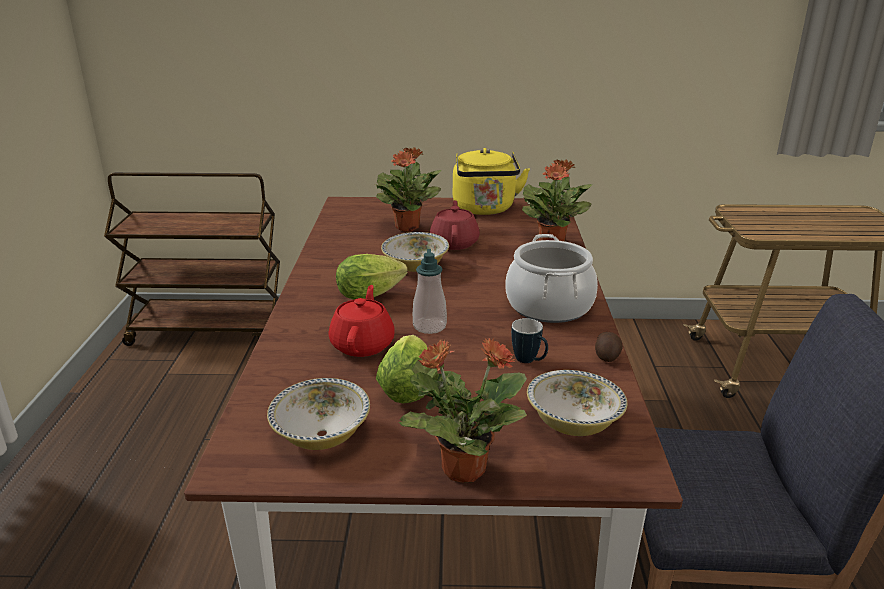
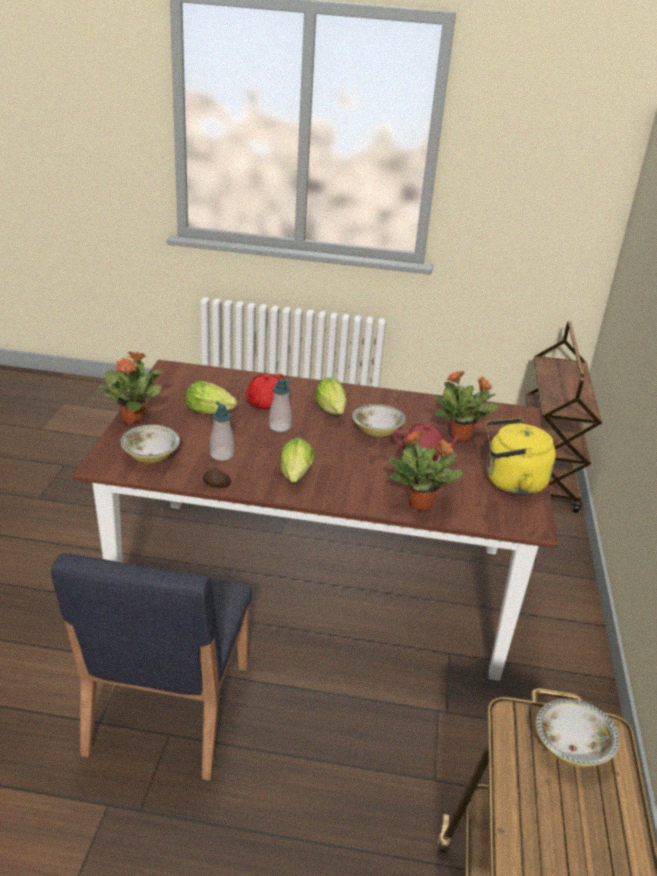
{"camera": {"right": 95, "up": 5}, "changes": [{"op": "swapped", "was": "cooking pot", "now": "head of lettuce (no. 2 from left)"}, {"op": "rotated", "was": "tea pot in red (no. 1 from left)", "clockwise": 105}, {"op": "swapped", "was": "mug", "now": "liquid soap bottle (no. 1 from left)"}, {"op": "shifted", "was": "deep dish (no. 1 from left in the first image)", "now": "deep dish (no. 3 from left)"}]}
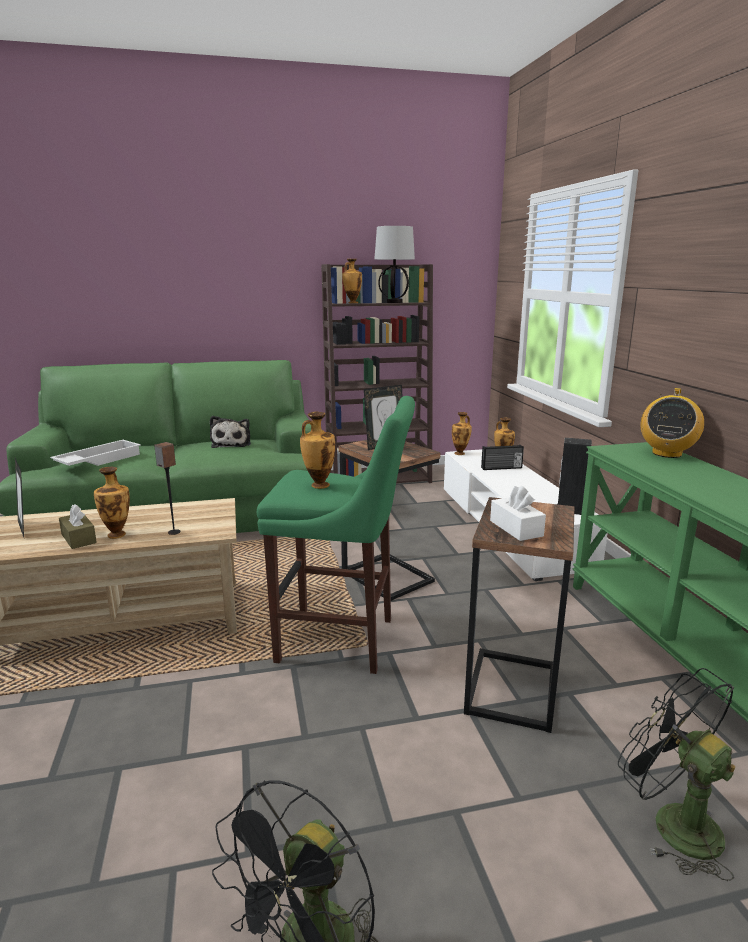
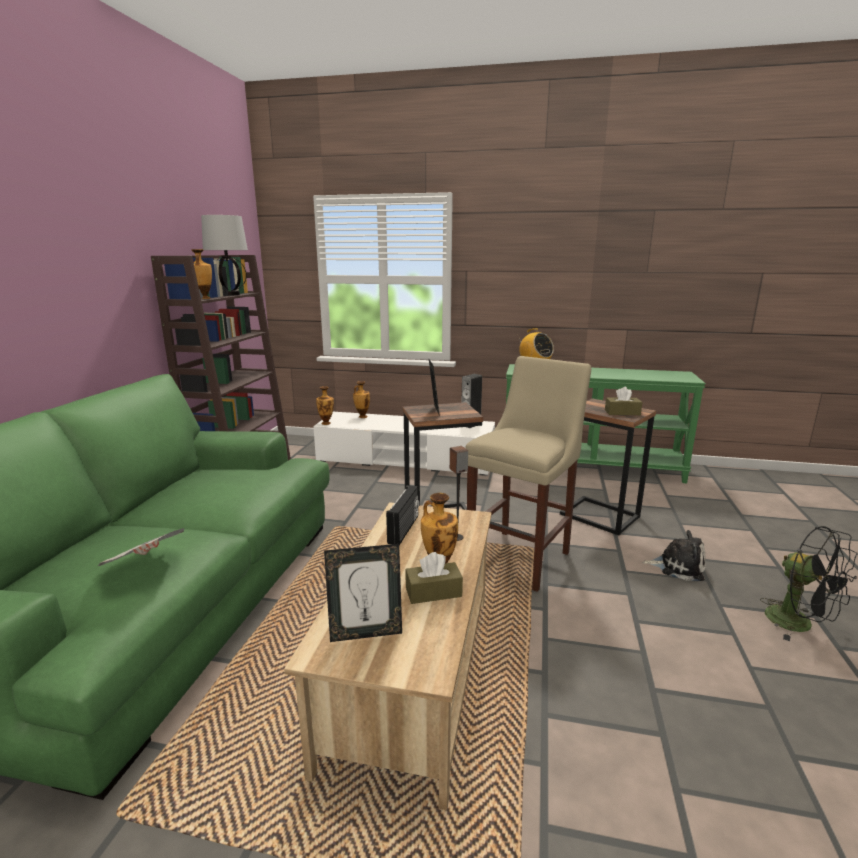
{"camera": {"right": -65, "up": 0}, "changes": [{"op": "repainted", "was": "stool seat in greenish", "now": "stool seat in beige"}, {"op": "gone", "was": "vase (no. 2 from left)"}, {"op": "shifted", "was": "plush toy"}, {"op": "swapped", "was": "carrying tray in white-coloured", "now": "newspaper"}, {"op": "shifted", "was": "radio receiver (no. 1 from left)"}, {"op": "repainted", "was": "box of tissues in white-coloured", "now": "box of tissues in brownish (no. 2 from left)"}, {"op": "gone", "was": "electric fan in black-coloured (no. 2 from left)"}]}
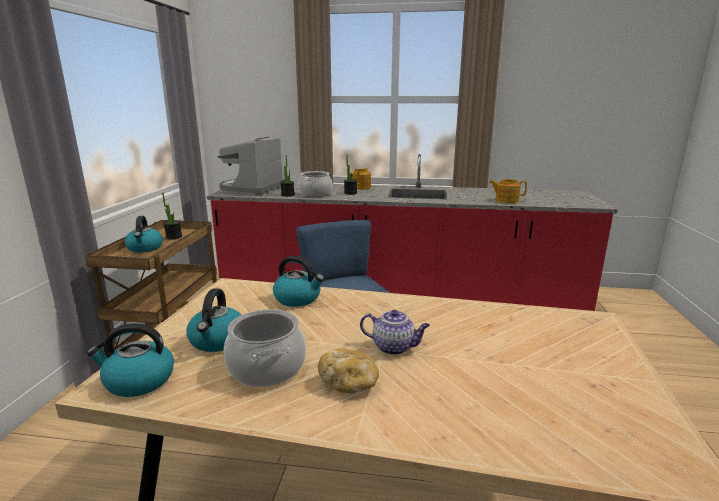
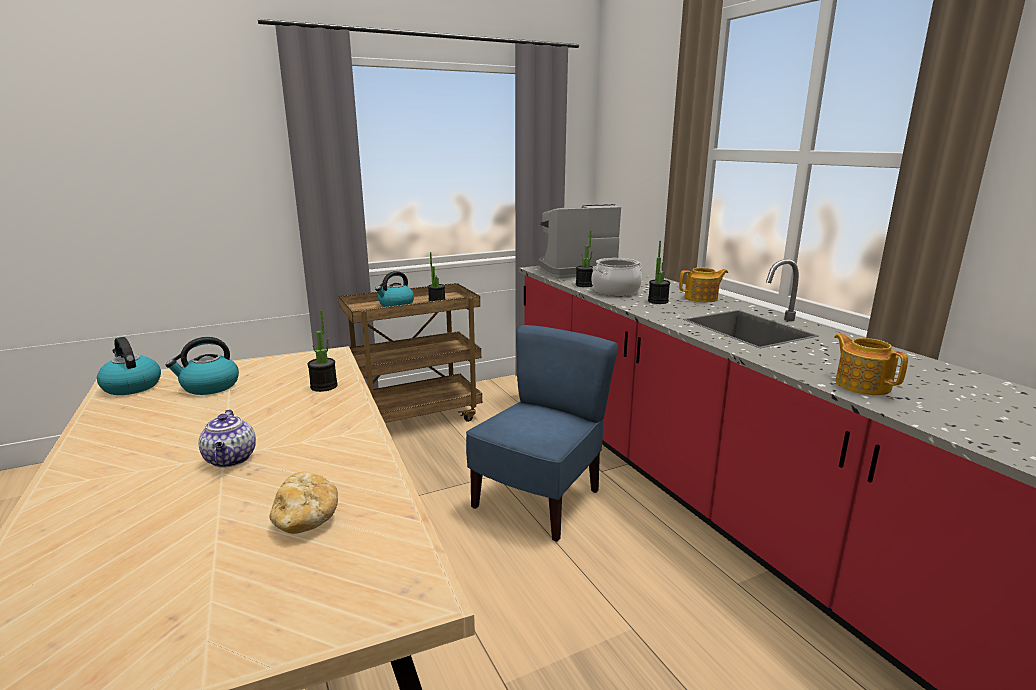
{"camera": {"right": 55, "up": 0}, "changes": [{"op": "swapped", "was": "kettle (no. 4 from left)", "now": "houseplant (no. 1 from left)"}, {"op": "gone", "was": "cooking pot (no. 1 from left)"}, {"op": "shifted", "was": "baked bread"}]}
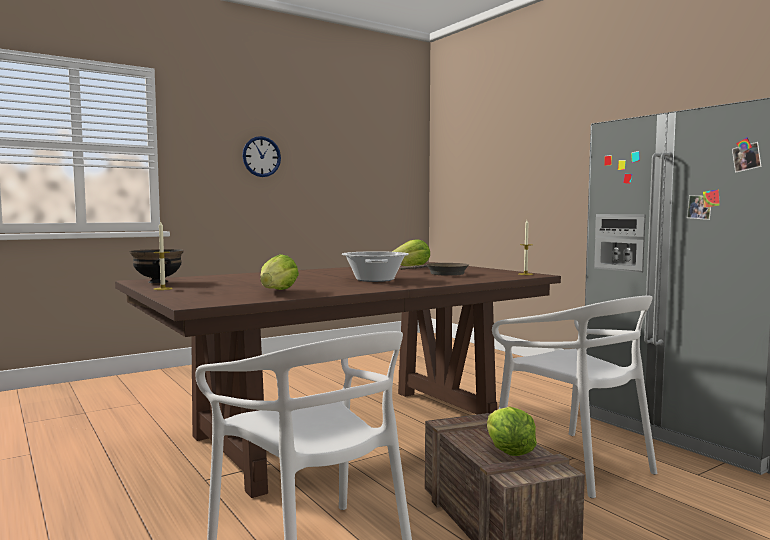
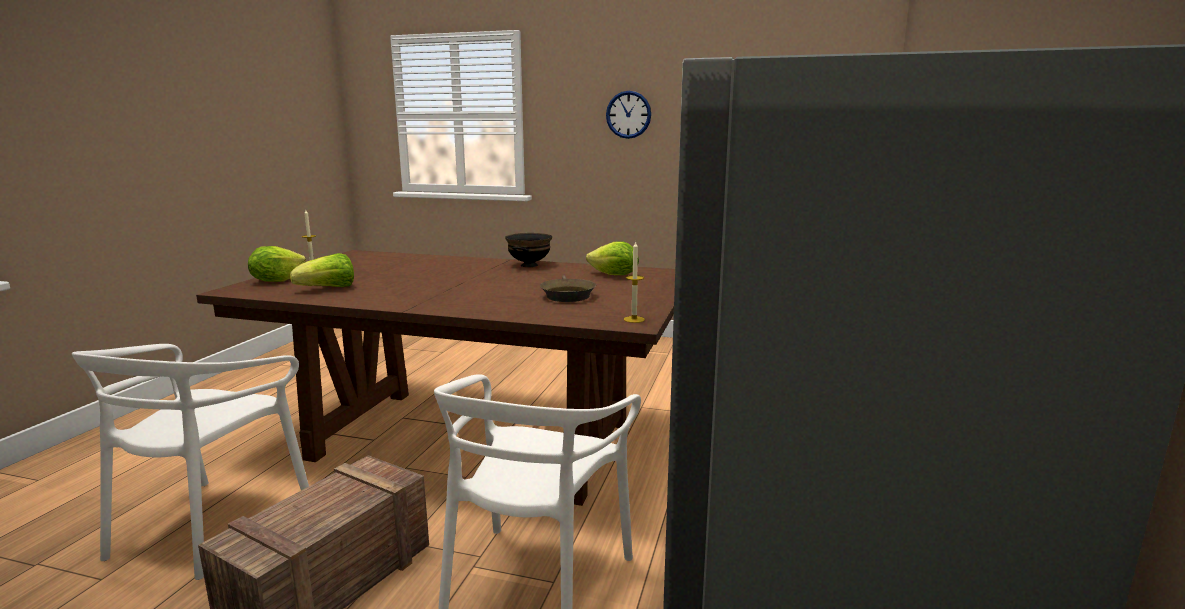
{"camera": {"right": 50, "up": 10}, "changes": [{"op": "shifted", "was": "deep dish in black-coloured"}, {"op": "gone", "was": "cooking pot"}, {"op": "shifted", "was": "head of lettuce (no. 3 from left in the first image)", "now": "head of lettuce (no. 1 from left)"}]}
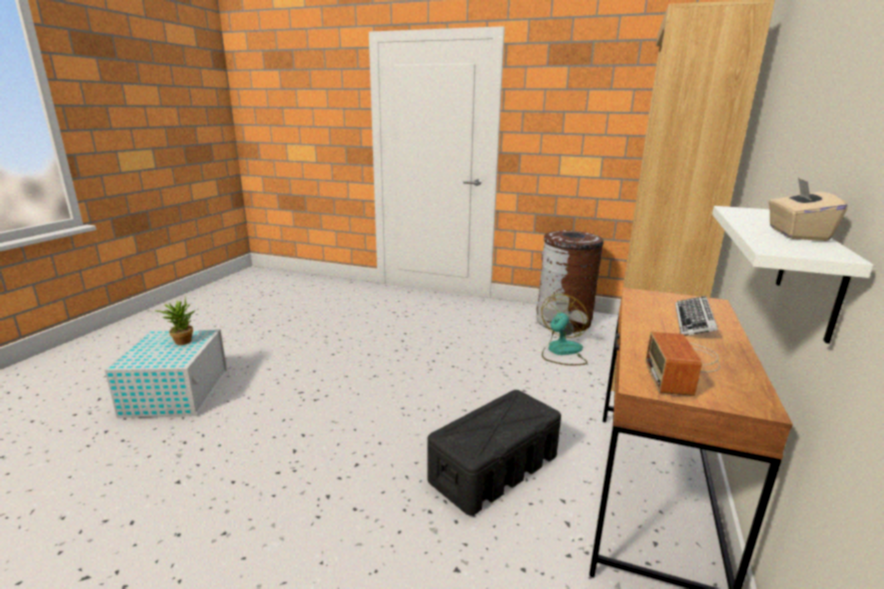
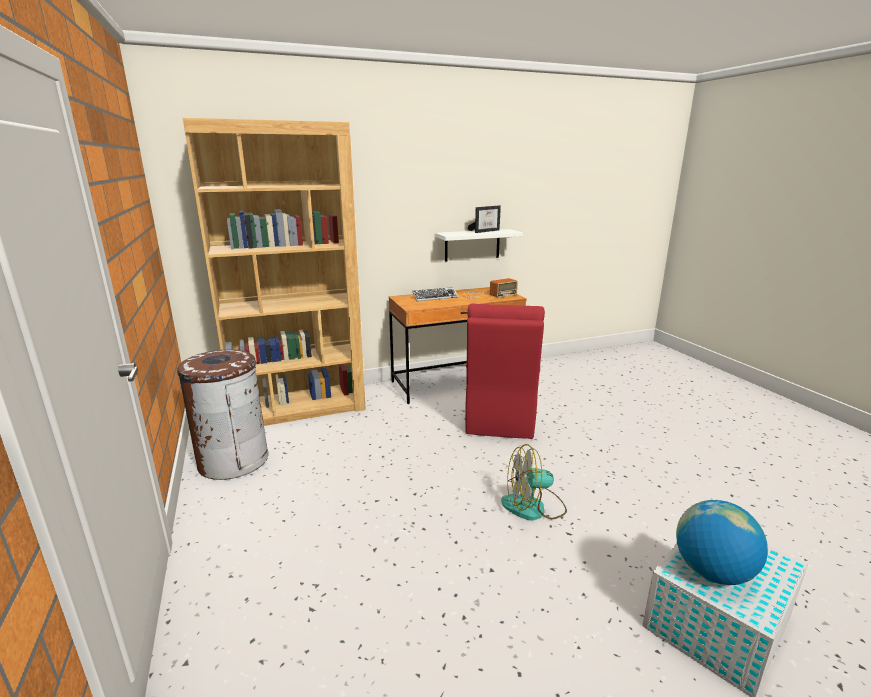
{"camera": {"right": -130, "up": 0}, "changes": [{"op": "swapped", "was": "box of tissues in beige", "now": "photo frame"}, {"op": "shifted", "was": "electric fan"}, {"op": "swapped", "was": "houseplant", "now": "globe"}, {"op": "swapped", "was": "storage container in black-coloured", "now": "chair in red"}]}
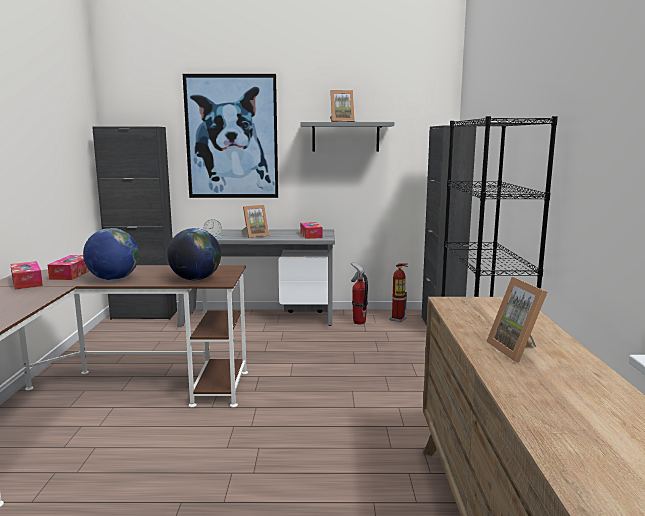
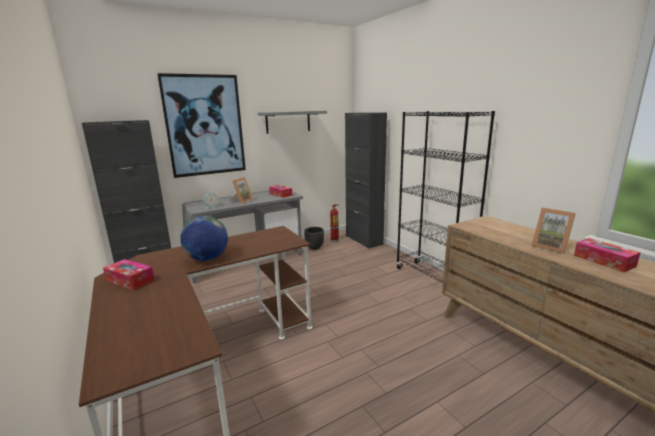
{"camera": {"right": -30, "up": 5}, "changes": [{"op": "gone", "was": "photo frame (no. 2 from left)"}, {"op": "gone", "was": "globe (no. 2 from left)"}, {"op": "shifted", "was": "box of tissues (no. 2 from left in the first image)", "now": "box of tissues (no. 3 from left)"}, {"op": "swapped", "was": "extinguisher (no. 1 from left)", "now": "planter in black-coloured"}]}
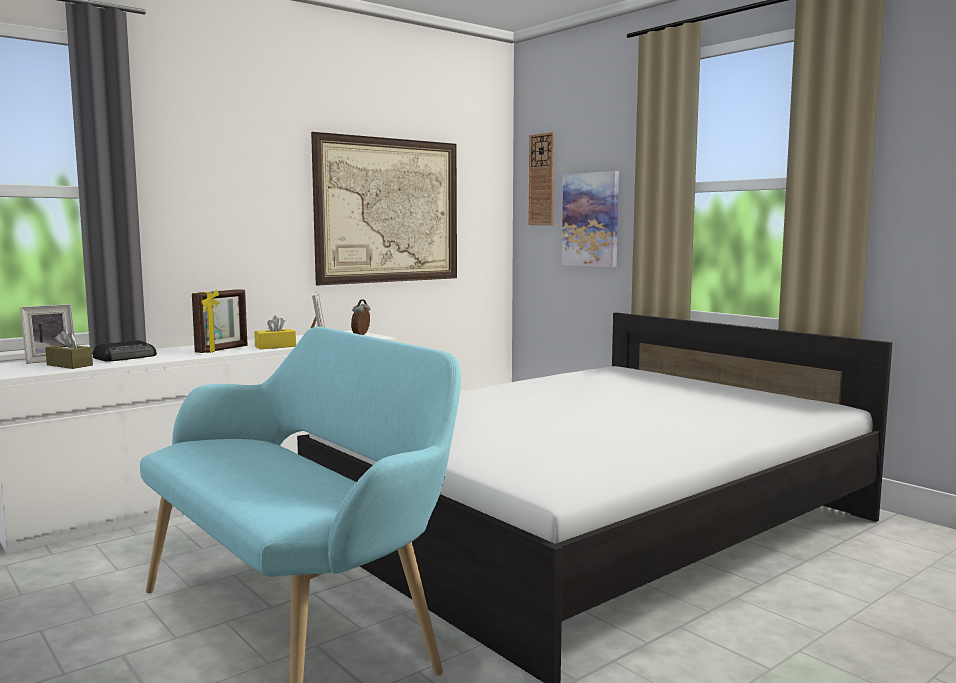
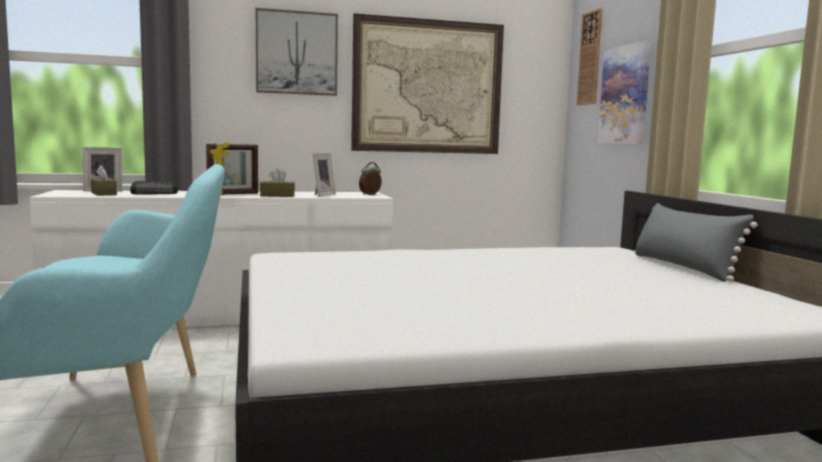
{"camera": {"right": 25, "up": 0}, "changes": [{"op": "repainted", "was": "box of tissues in yellow", "now": "box of tissues in brownish (no. 2 from left)"}, {"op": "new", "now": "picture (no. 1 from left)"}, {"op": "new", "now": "pillow in grey"}]}
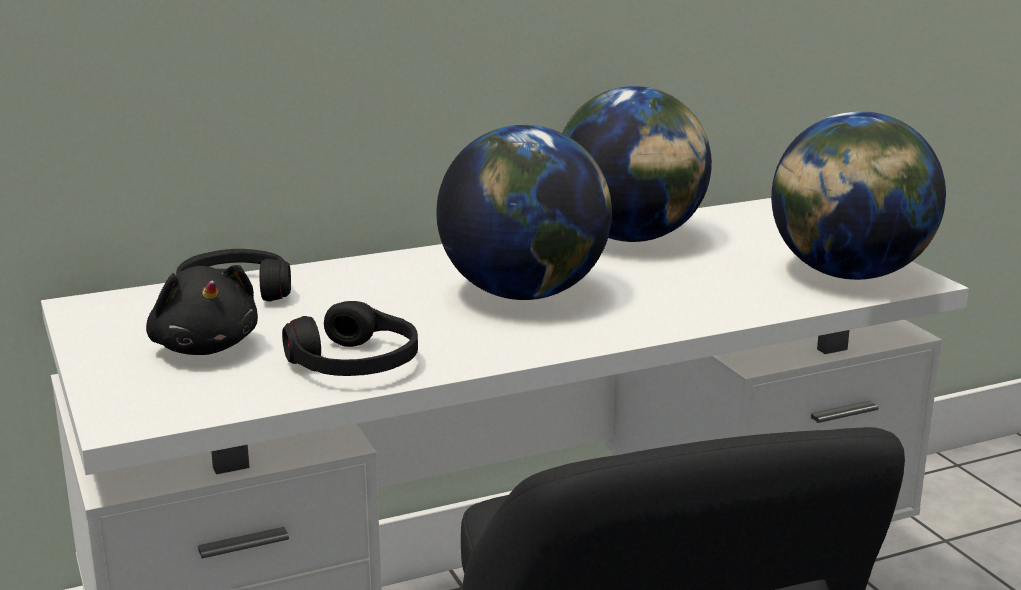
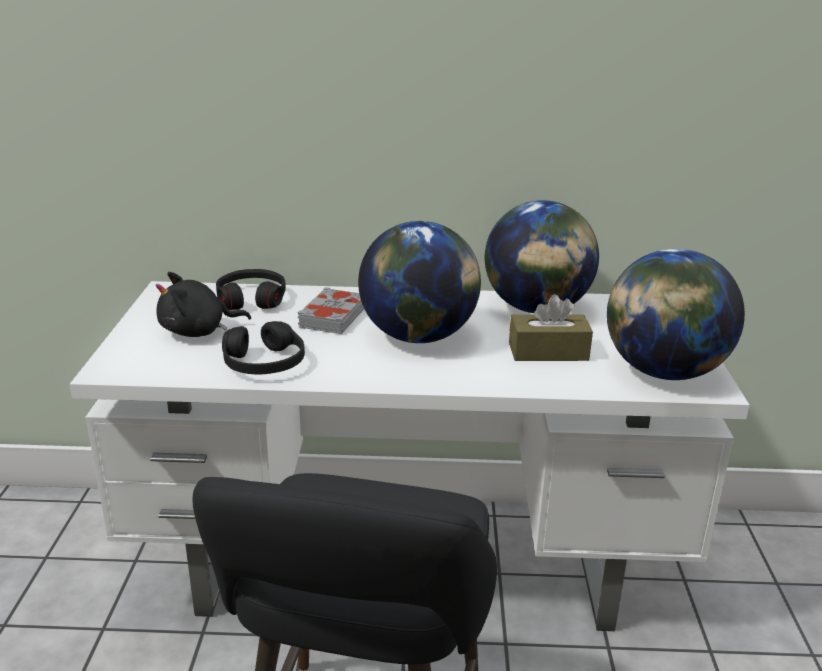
{"camera": {"right": 25, "up": 5}, "changes": [{"op": "rotated", "was": "plush toy in black-coloured", "clockwise": 75}, {"op": "new", "now": "book in grey"}, {"op": "new", "now": "box of tissues in brownish"}]}
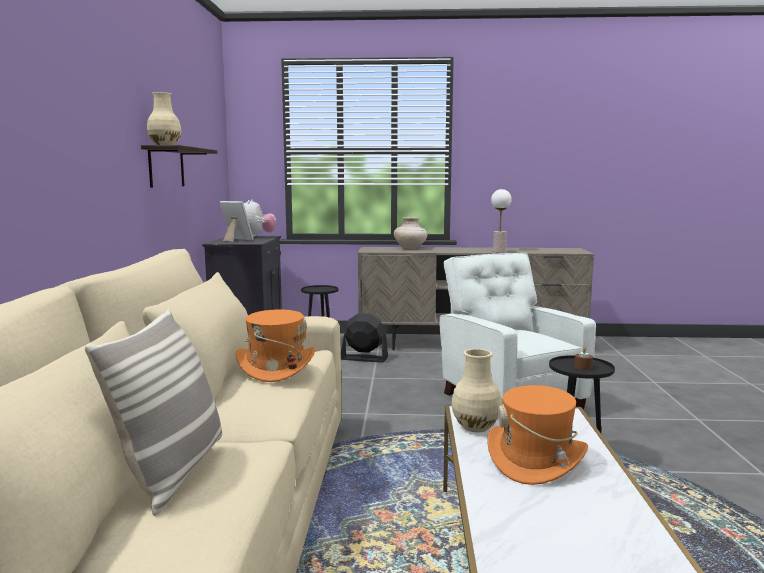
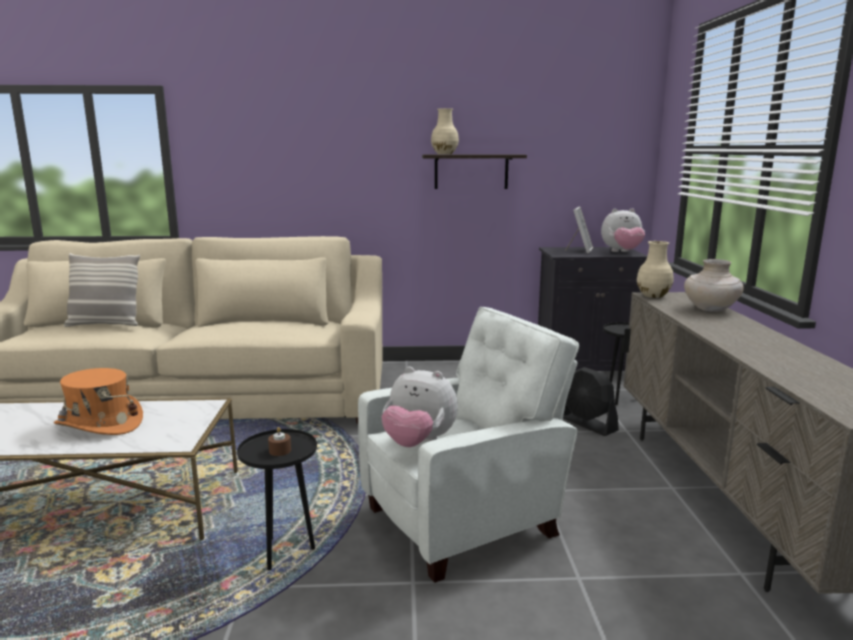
{"camera": {"right": 85, "up": 5}, "changes": [{"op": "gone", "was": "table lamp"}, {"op": "gone", "was": "hat in orange (no. 1 from left)"}, {"op": "rotated", "was": "electric fan in black-coloured", "clockwise": 135}, {"op": "shifted", "was": "vase in beige (no. 3 from left in the first image)", "now": "vase in beige (no. 2 from left)"}, {"op": "new", "now": "plush toy (no. 1 from left)"}]}
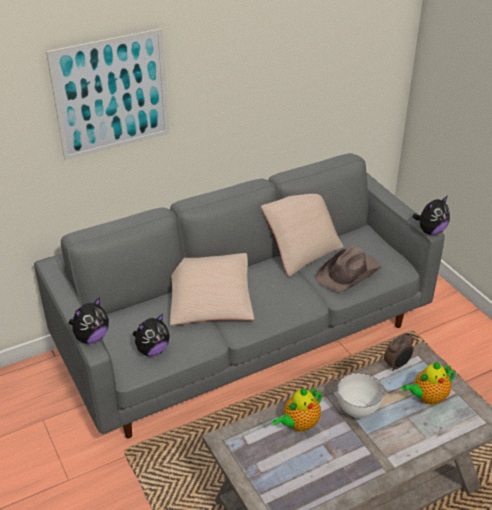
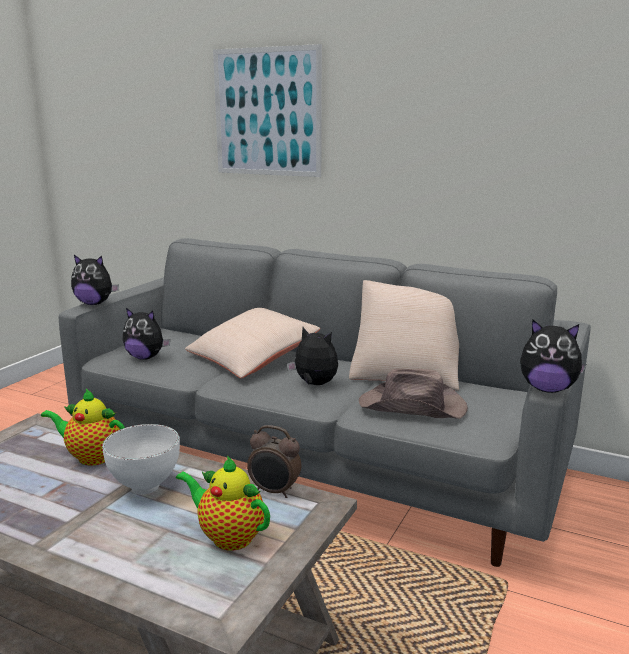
{"camera": {"right": 55, "up": -20}, "changes": [{"op": "new", "now": "plush toy (no. 3 from left)"}]}
